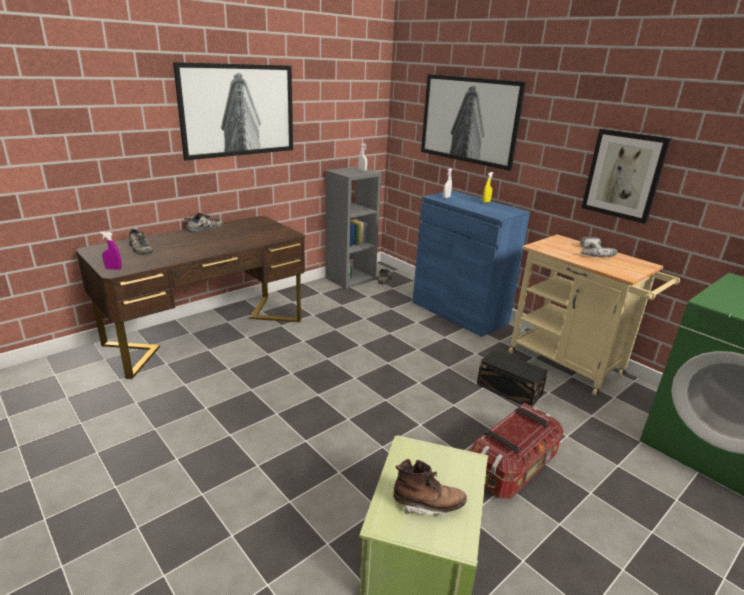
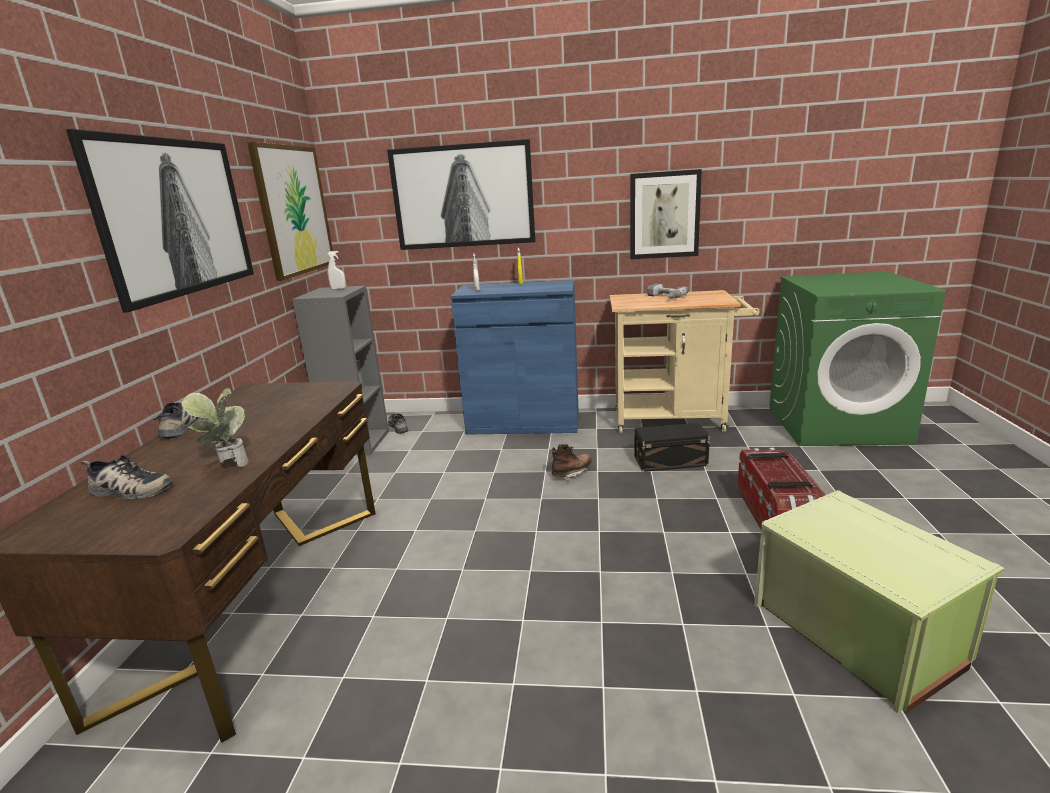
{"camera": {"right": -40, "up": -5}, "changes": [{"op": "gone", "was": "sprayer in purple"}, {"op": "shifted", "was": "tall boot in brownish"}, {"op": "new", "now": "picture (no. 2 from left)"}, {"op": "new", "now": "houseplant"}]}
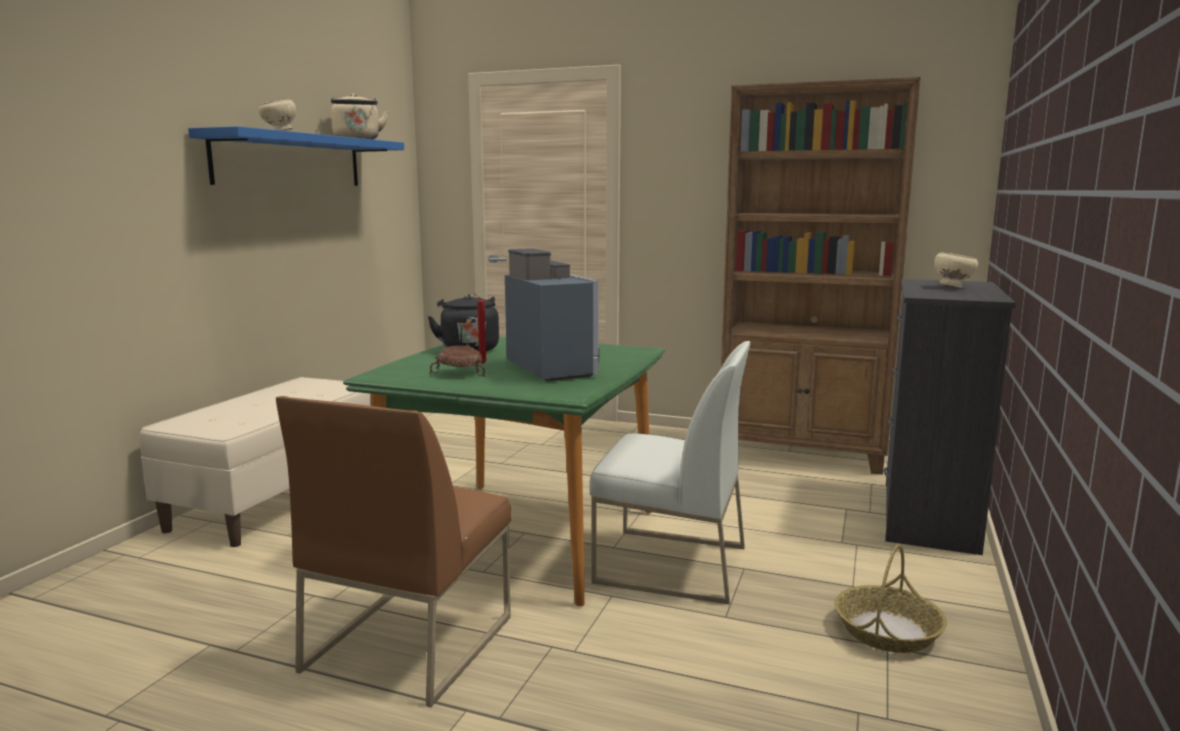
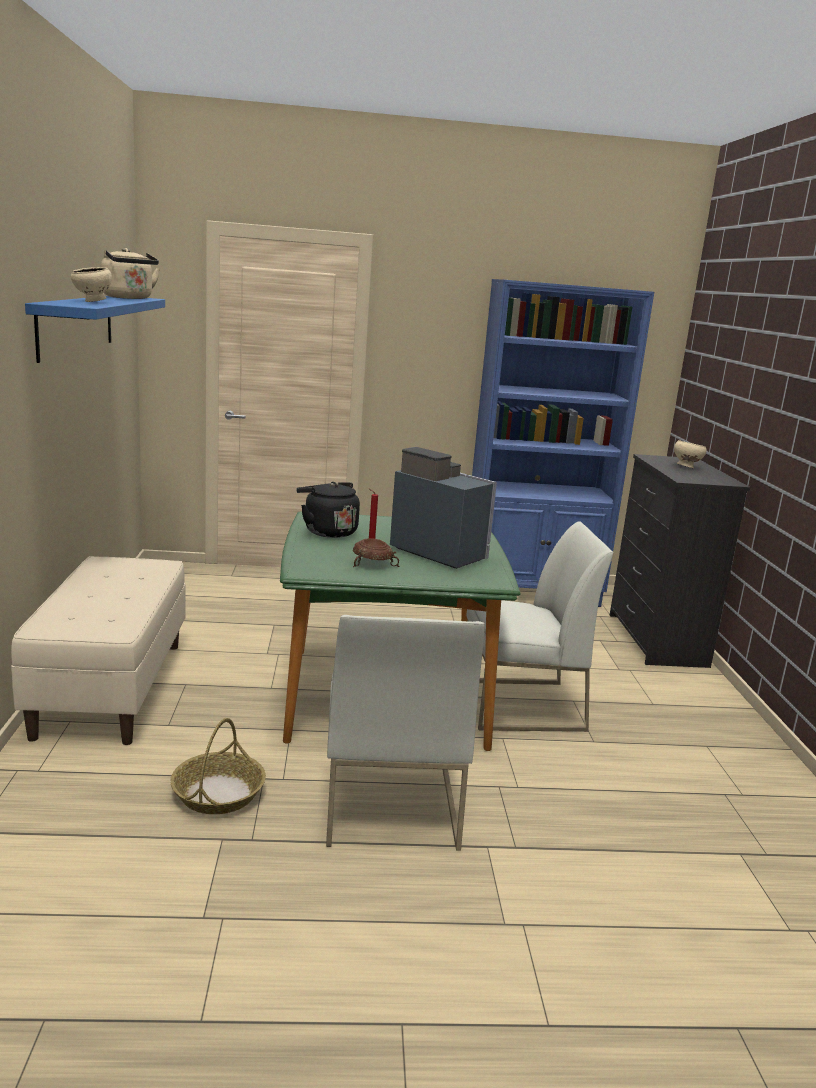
{"camera": {"right": -25, "up": 5}, "changes": [{"op": "repainted", "was": "bookshelf in brownish", "now": "bookshelf in bluish"}, {"op": "repainted", "was": "chair in brownish", "now": "chair in white-coloured (no. 1 from left)"}, {"op": "shifted", "was": "basket"}]}
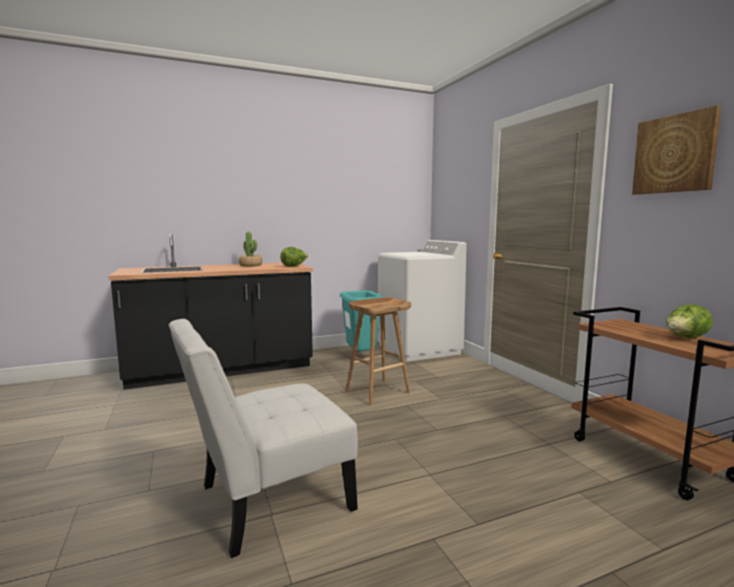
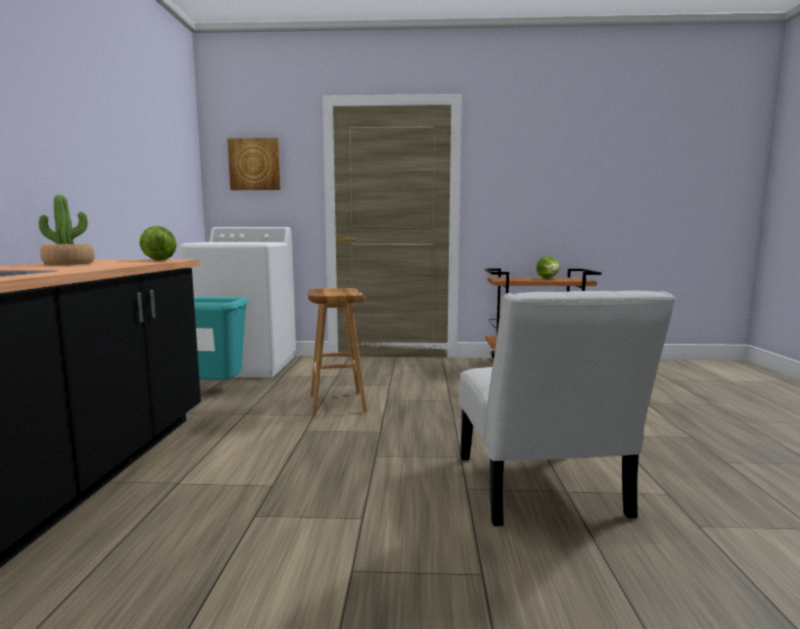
{"camera": {"right": -65, "up": 0}, "changes": [{"op": "shifted", "was": "picture"}]}
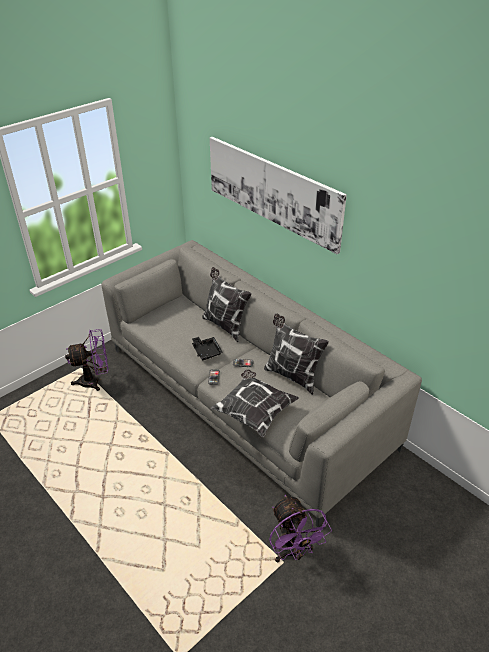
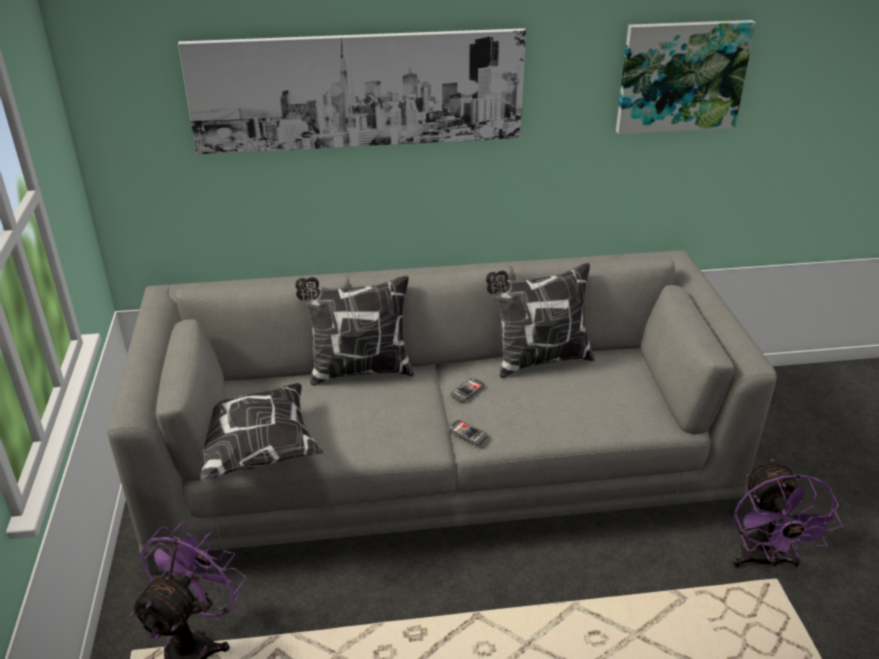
{"camera": {"right": -55, "up": -5}, "changes": [{"op": "gone", "was": "carrying tray in black-coloured"}, {"op": "shifted", "was": "pillow (no. 2 from left in the first image)", "now": "pillow (no. 1 from left)"}, {"op": "rotated", "was": "electric fan in purple (no. 2 from left)", "clockwise": 75}, {"op": "new", "now": "picture (no. 2 from left)"}]}
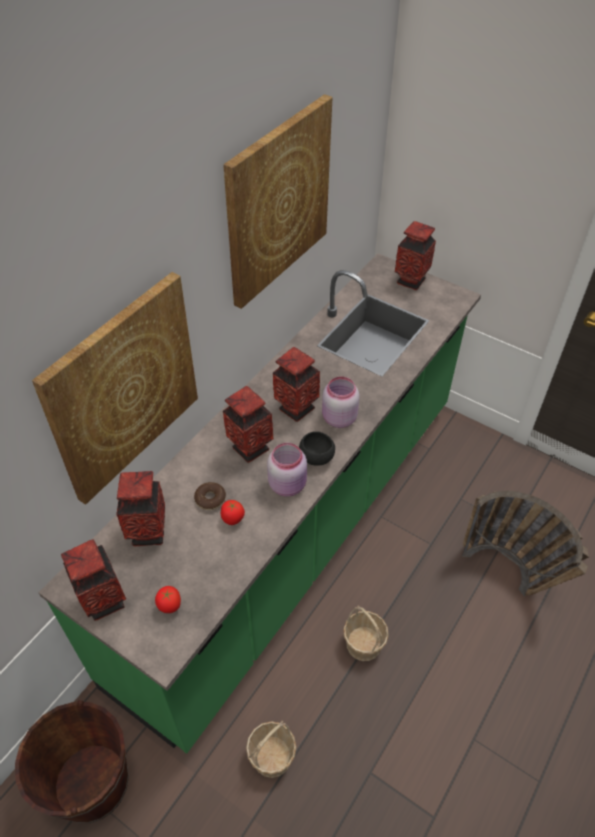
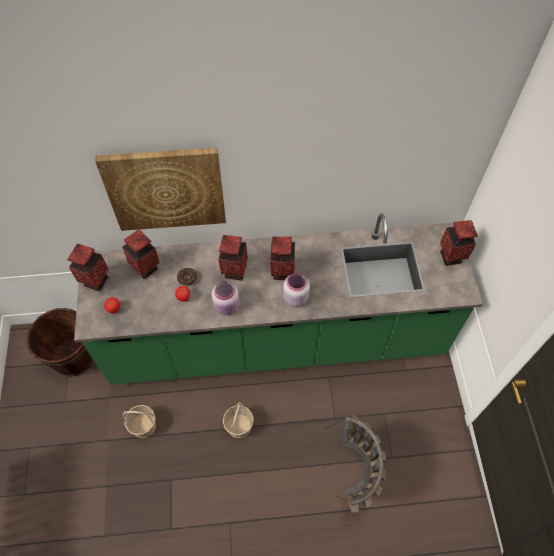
{"camera": {"right": 50, "up": 10}, "changes": [{"op": "gone", "was": "picture (no. 2 from left)"}, {"op": "gone", "was": "deep dish in black-coloured"}]}
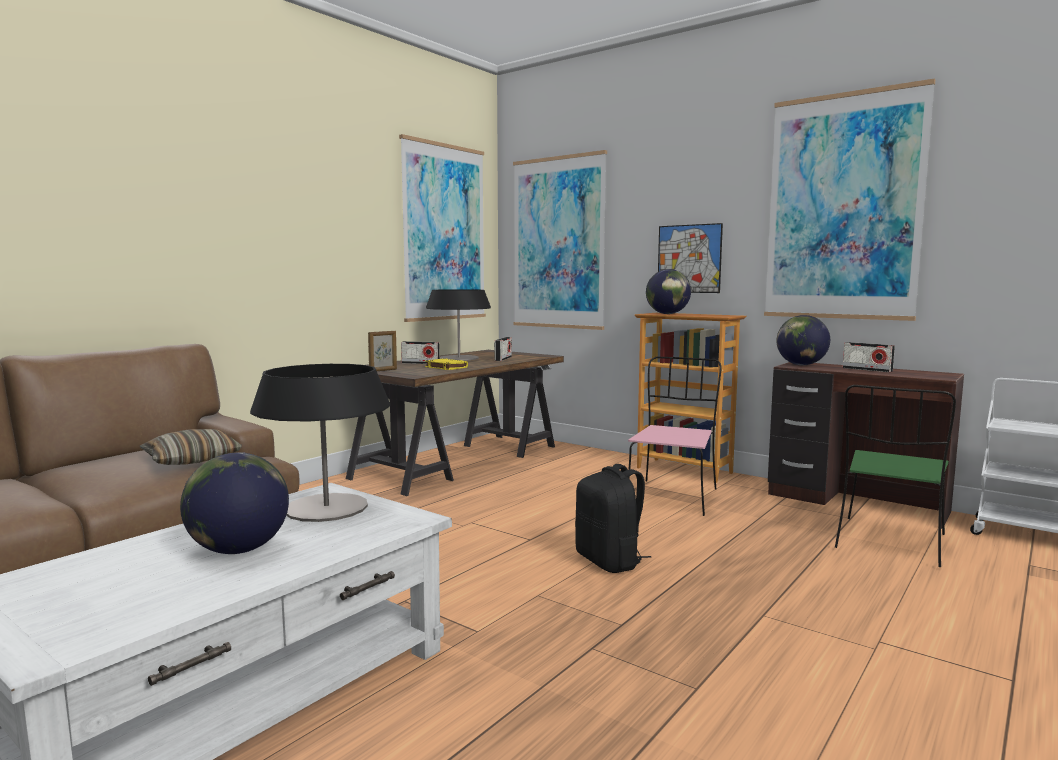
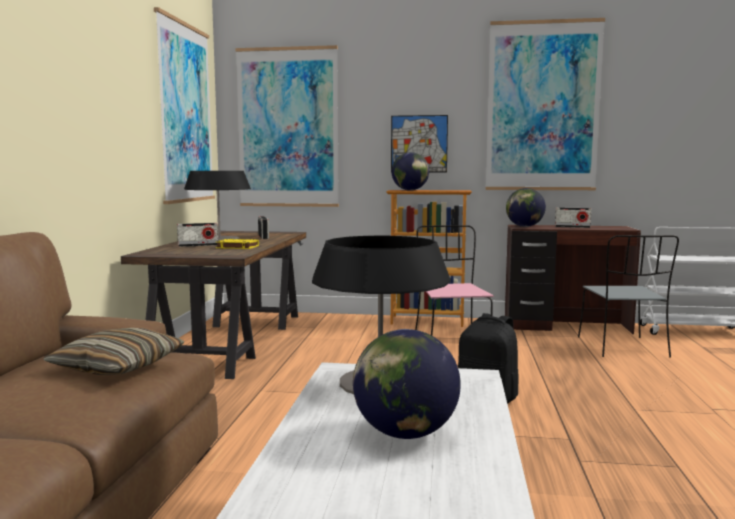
{"camera": {"right": -30, "up": 0}, "changes": [{"op": "gone", "was": "photo frame"}, {"op": "repainted", "was": "chair in greenish", "now": "chair in grey"}]}
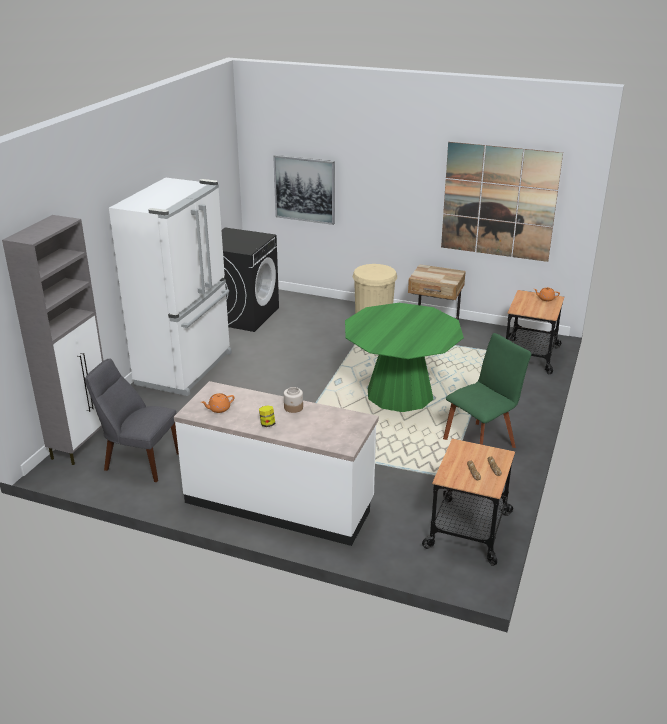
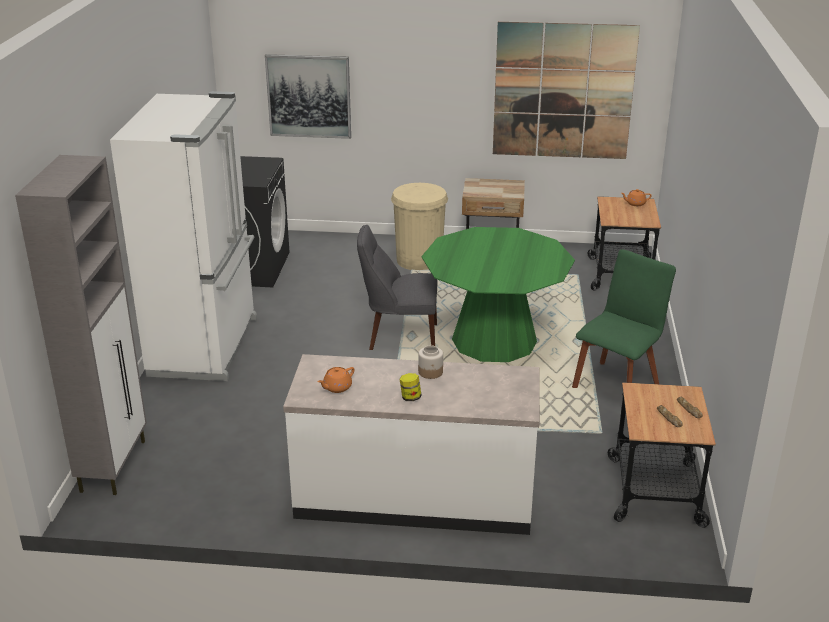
{"camera": {"right": -15, "up": 0}, "changes": [{"op": "shifted", "was": "chair in grey"}]}
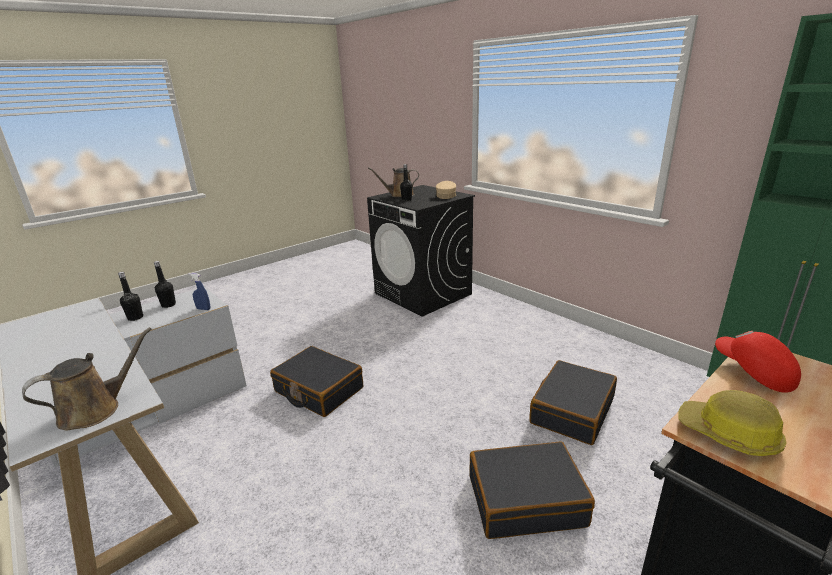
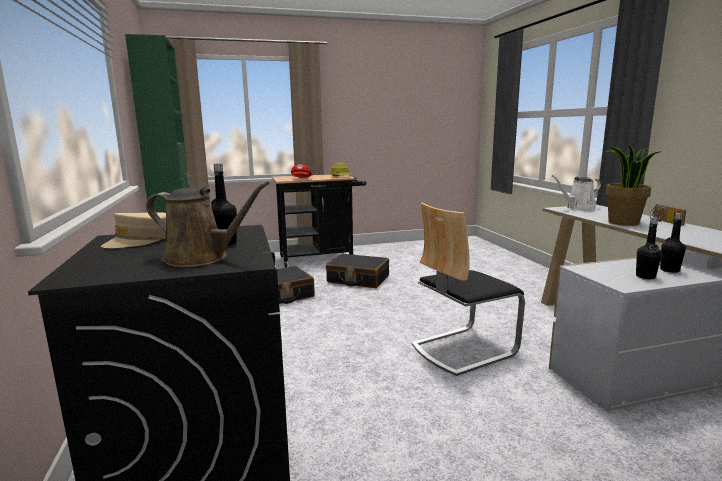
{"camera": {"right": -155, "up": -10}, "changes": [{"op": "gone", "was": "sprayer in bluish"}, {"op": "repainted", "was": "watering pot in brownish (no. 1 from left)", "now": "watering pot in white-coloured"}, {"op": "swapped", "was": "piece of luggage in black-coloured (no. 1 from left)", "now": "chair"}, {"op": "new", "now": "houseplant"}, {"op": "new", "now": "radio receiver"}]}
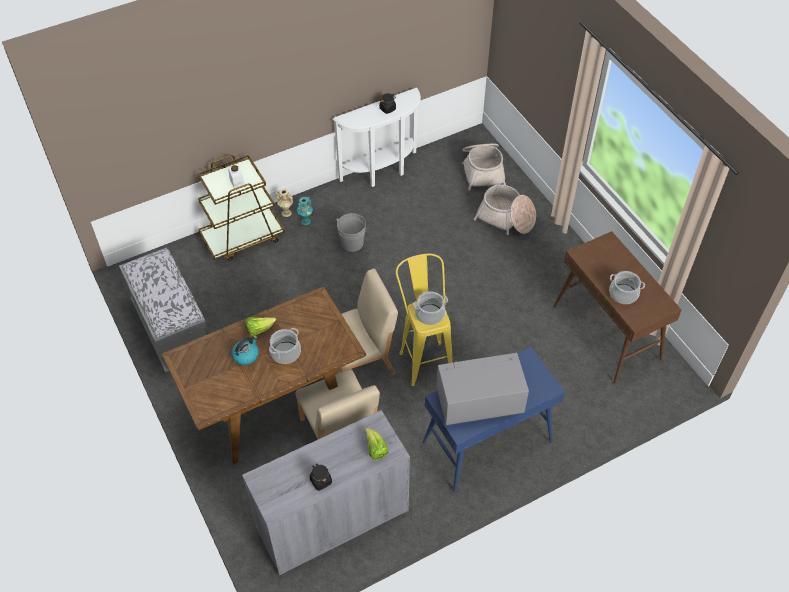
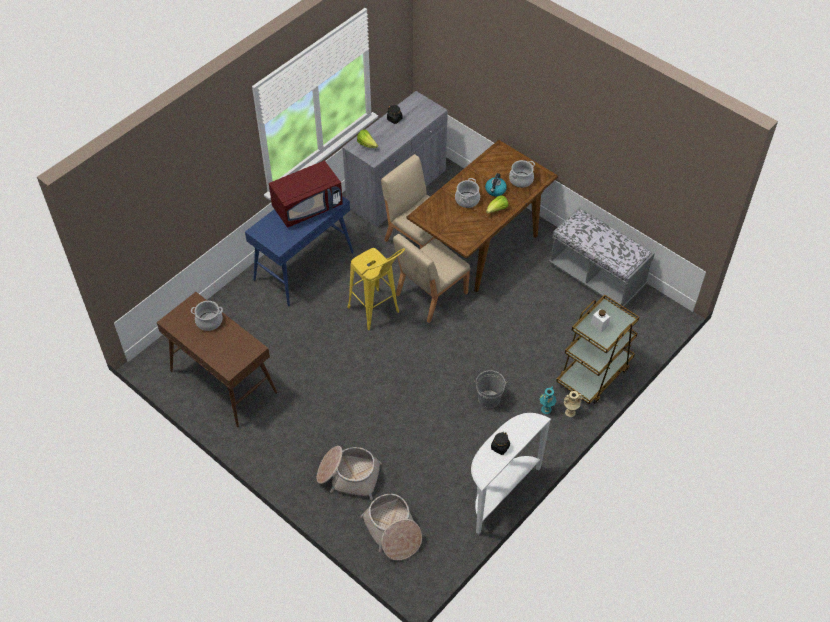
{"camera": {"right": 160, "up": 0}, "changes": [{"op": "shifted", "was": "cooking pot (no. 2 from left in the first image)", "now": "cooking pot (no. 3 from left)"}, {"op": "repainted", "was": "kitchen microwave in grey", "now": "kitchen microwave in red"}]}
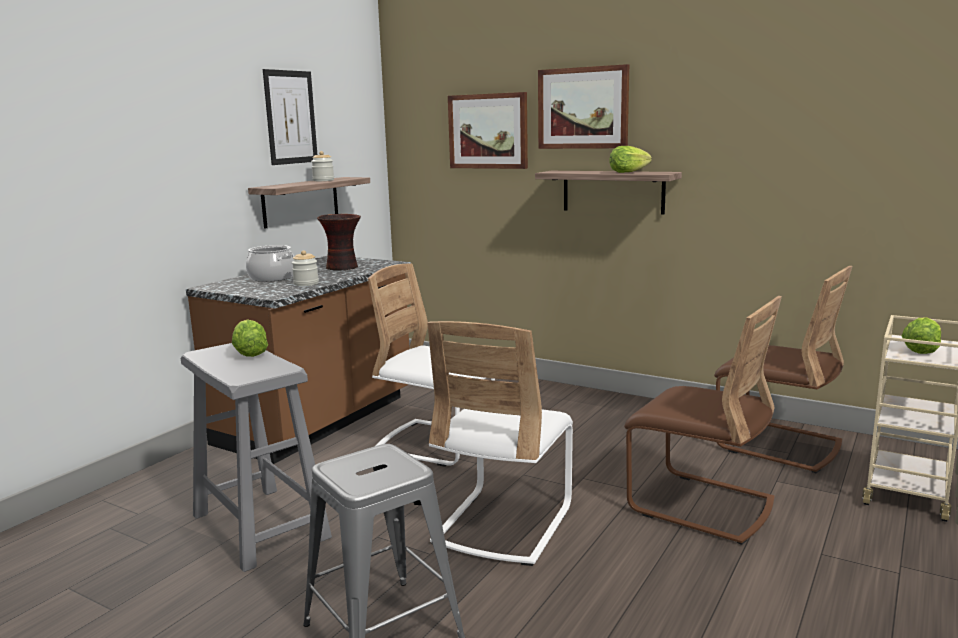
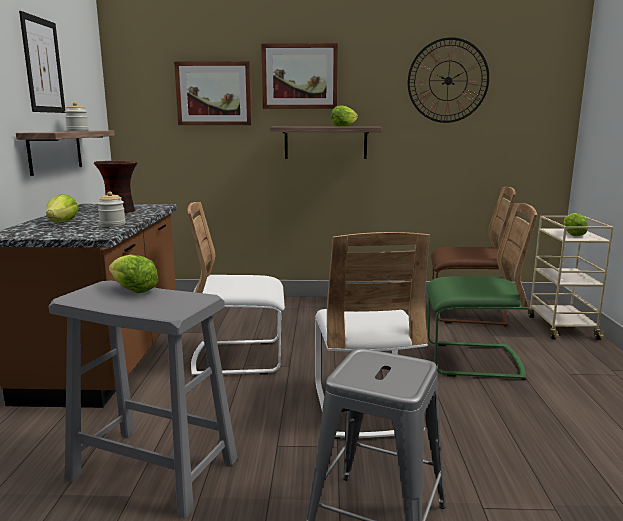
{"camera": {"right": -30, "up": 0}, "changes": [{"op": "swapped", "was": "cooking pot", "now": "head of lettuce (no. 1 from left)"}, {"op": "repainted", "was": "chair in brownish (no. 1 from left)", "now": "chair in greenish"}, {"op": "new", "now": "wall clock"}]}
